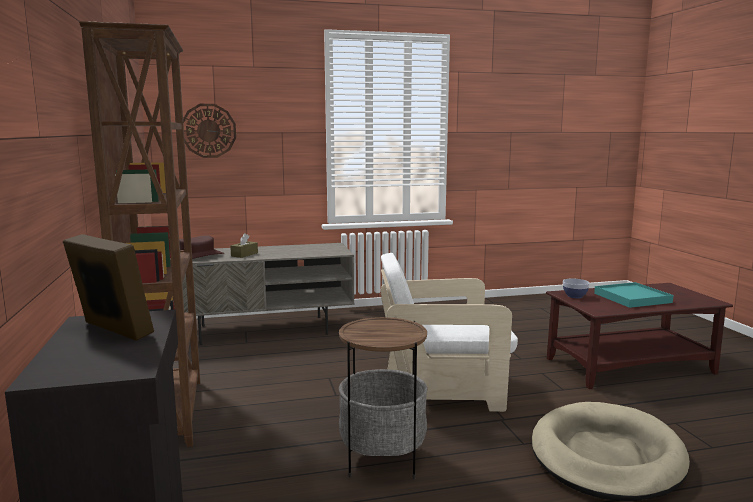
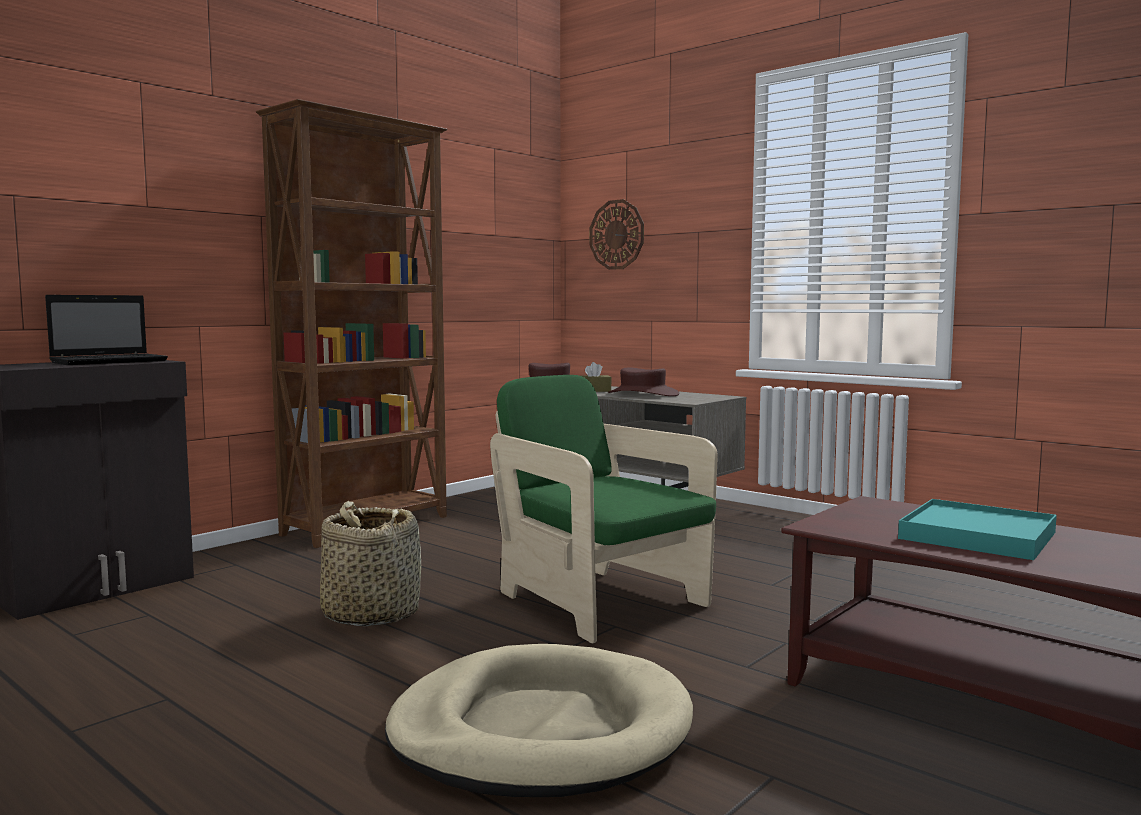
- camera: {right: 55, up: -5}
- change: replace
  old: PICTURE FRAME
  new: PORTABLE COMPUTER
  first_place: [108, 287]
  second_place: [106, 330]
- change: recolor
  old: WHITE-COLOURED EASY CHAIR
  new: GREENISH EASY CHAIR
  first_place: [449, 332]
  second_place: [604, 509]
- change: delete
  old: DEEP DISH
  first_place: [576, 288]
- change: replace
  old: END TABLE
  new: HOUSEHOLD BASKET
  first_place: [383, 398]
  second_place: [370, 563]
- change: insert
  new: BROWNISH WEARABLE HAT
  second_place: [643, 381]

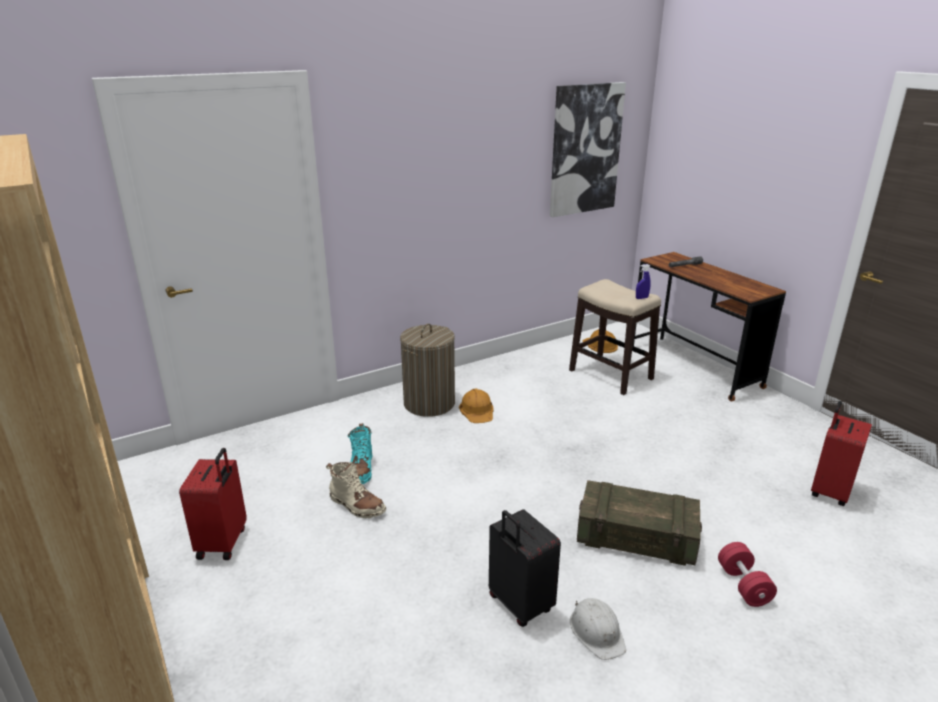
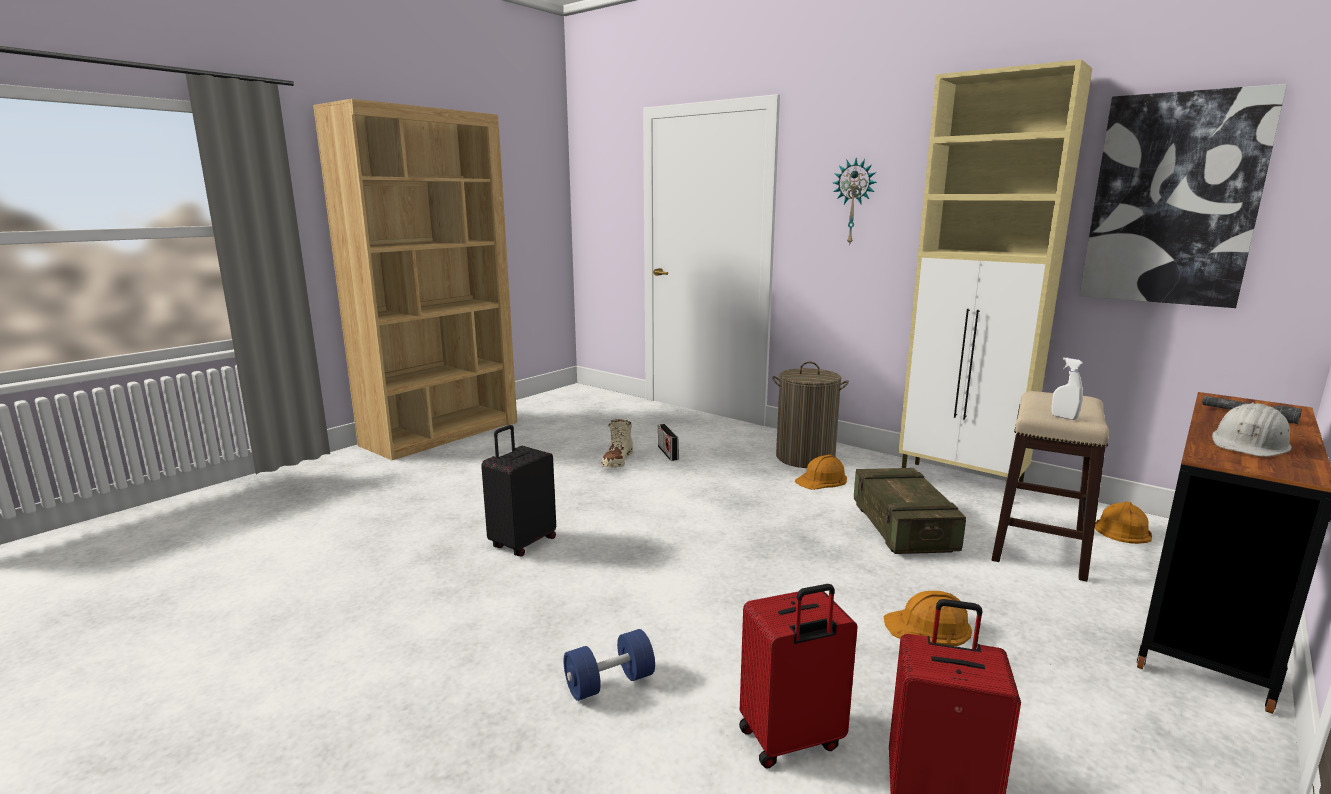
- camera: {right: 70, up: -10}
- change: recolor
  old: BLUE SPRAY BOTTLE
  new: WHITE-COLOURED SPRAY BOTTLE
  first_place: [643, 281]
  second_place: [1067, 388]
- change: replace
  old: BLUE-GREEN HIGH-TOP BOOT
  new: RADIO RECEIVER
  first_place: [360, 453]
  second_place: [668, 442]
- change: move
  old: RED SUITCASE
  first_place: [213, 504]
  second_place: [798, 676]
- change: move
  old: CRATE
  first_place: [639, 523]
  second_place: [910, 511]
- change: recolor
  old: RED HAND WEIGHT
  new: BLUE HAND WEIGHT
  first_place: [747, 574]
  second_place: [609, 665]
- change: move
  old: WHITE-COLOURED SAFETY HELMET
  first_place: [598, 629]
  second_place: [1252, 429]
- change: insert
  new: BEIGE-COLOURED CABINET
  second_place: [995, 270]
- change: insert
  new: WALL CLOCK
  second_place: [855, 202]
- change: insert
  new: ORANGE-COLOURED SAFETY HELMET
  second_place: [927, 618]

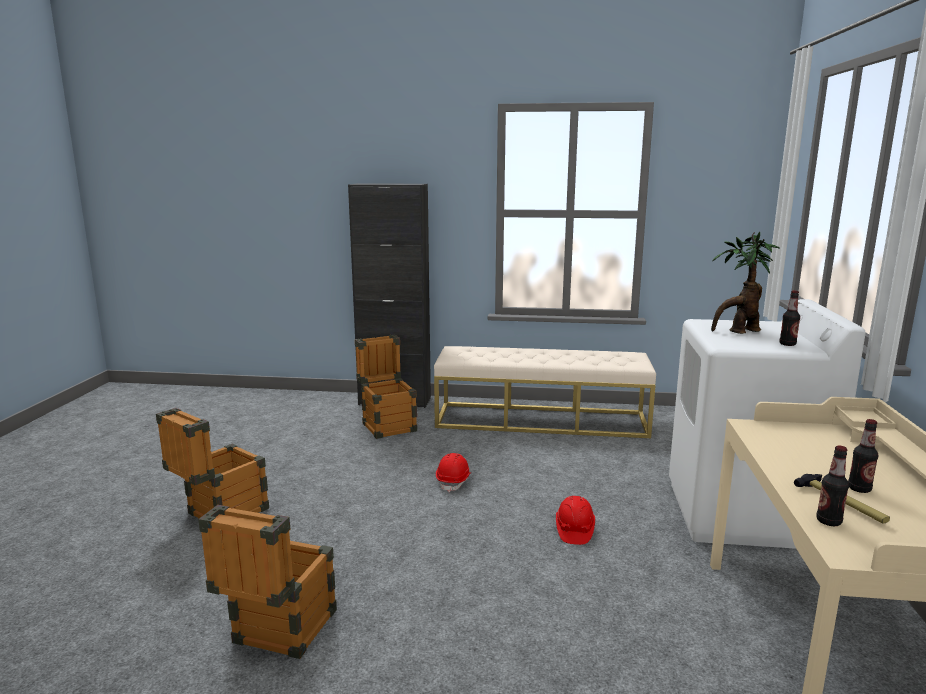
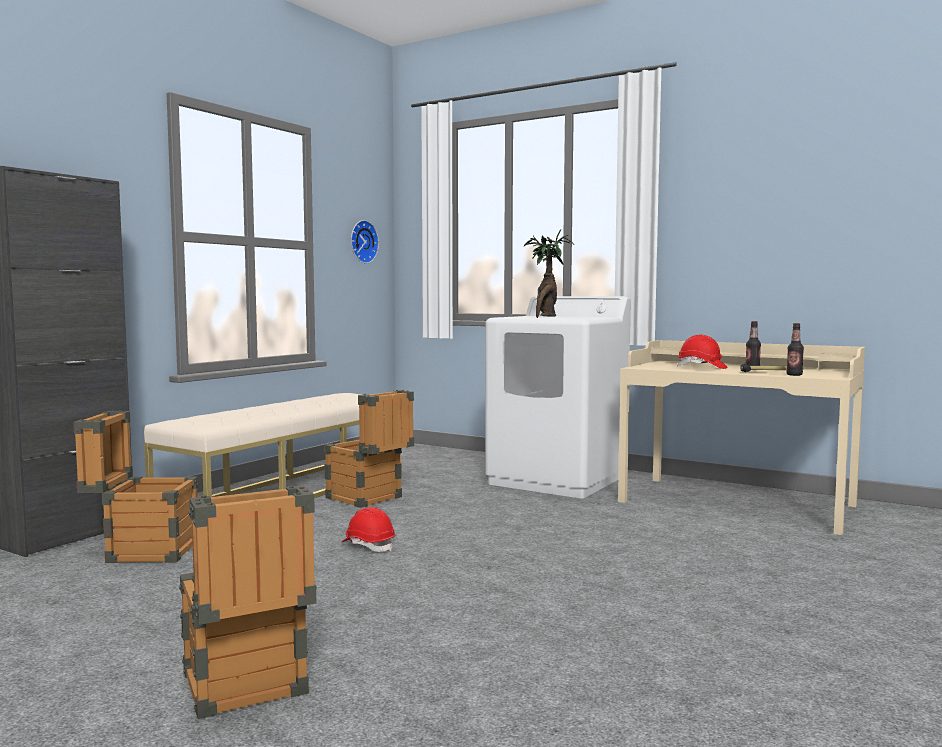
- camera: {right: -65, up: -10}
- change: delete
  old: DRINK BOTTLE
  first_place: [790, 318]
- change: move
  old: RED SAFETY HELMET
  first_place: [575, 520]
  second_place: [703, 352]
- change: move
  old: CRATE
  first_place: [267, 582]
  second_place: [369, 449]
- change: insert
  new: WALL CLOCK
  second_place: [365, 241]

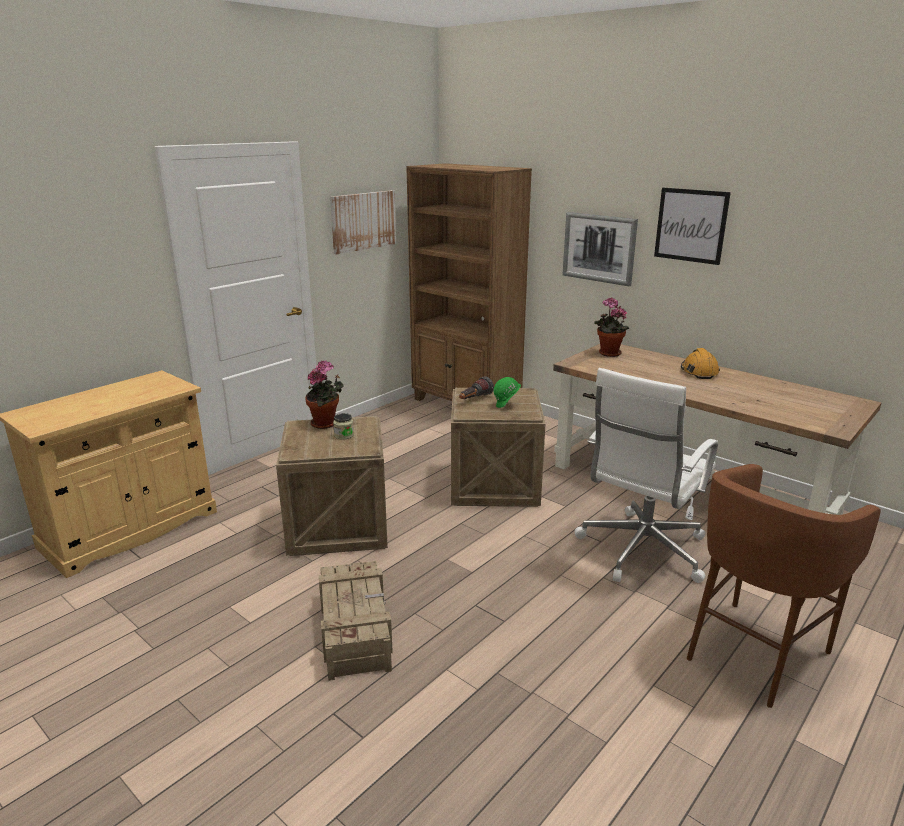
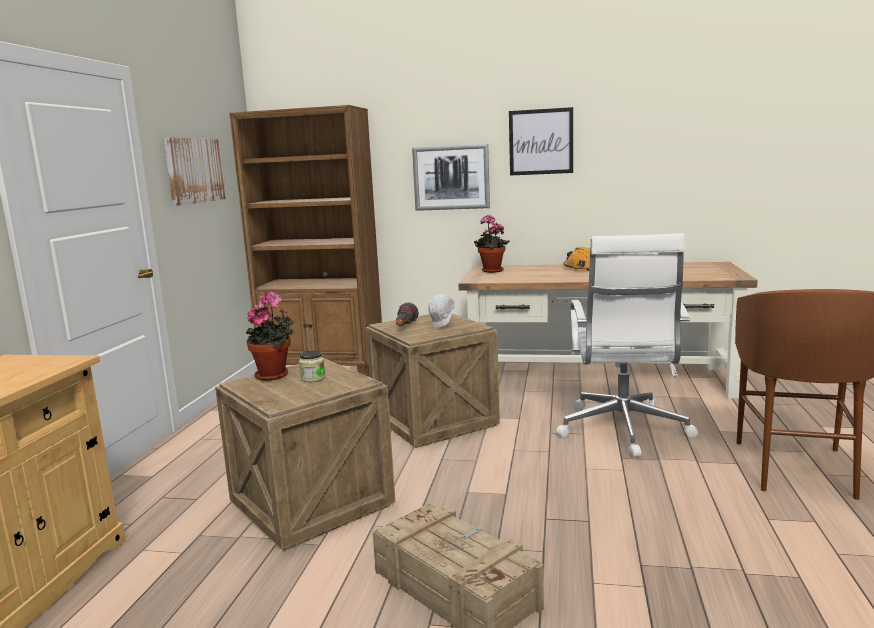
- camera: {right: -30, up: -10}
- change: recolor
  old: GREENISH SAFETY HELMET
  new: WHITE-COLOURED SAFETY HELMET
  first_place: [507, 392]
  second_place: [442, 311]

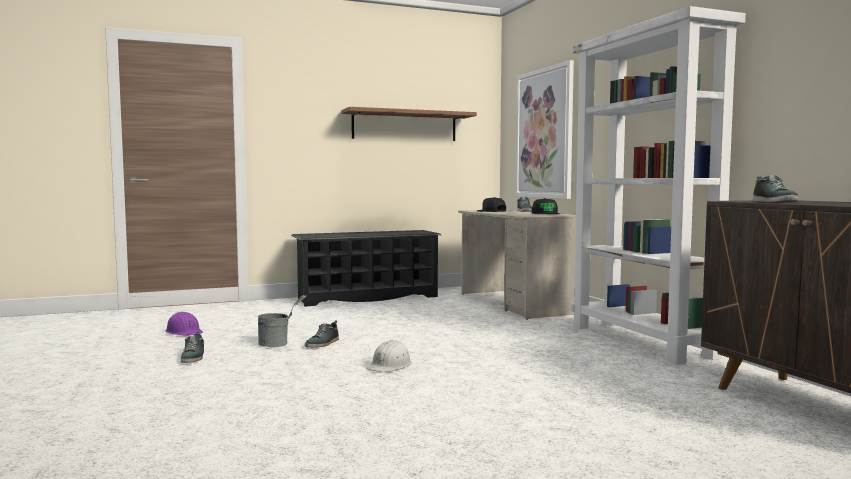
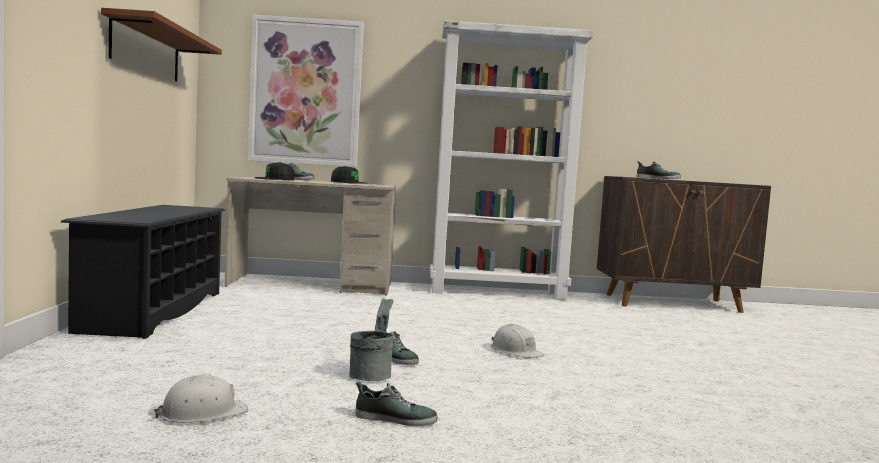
- camera: {right: -70, up: 0}
- change: recolor
  old: PURPLE-COLOURED SAFETY HELMET
  new: WHITE-COLOURED SAFETY HELMET
  first_place: [184, 324]
  second_place: [201, 399]

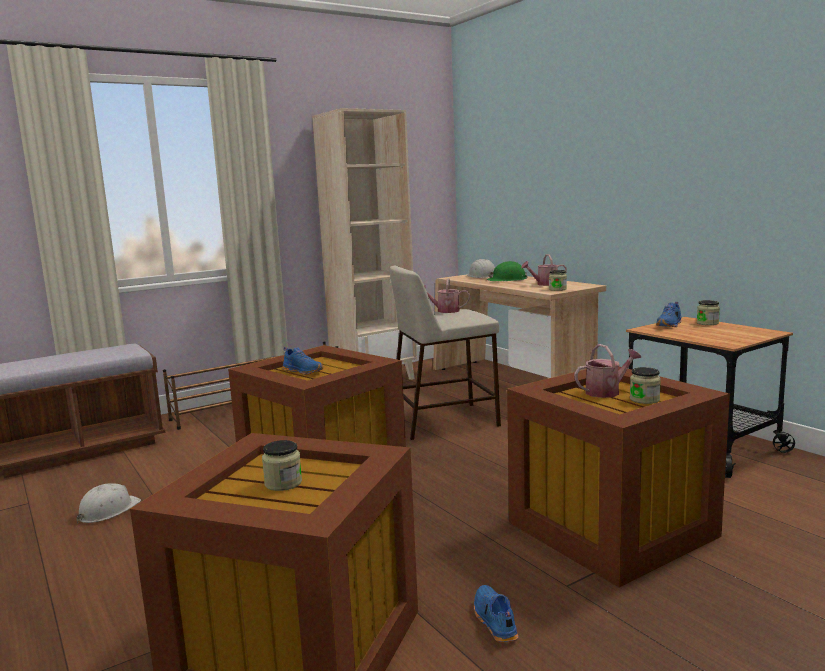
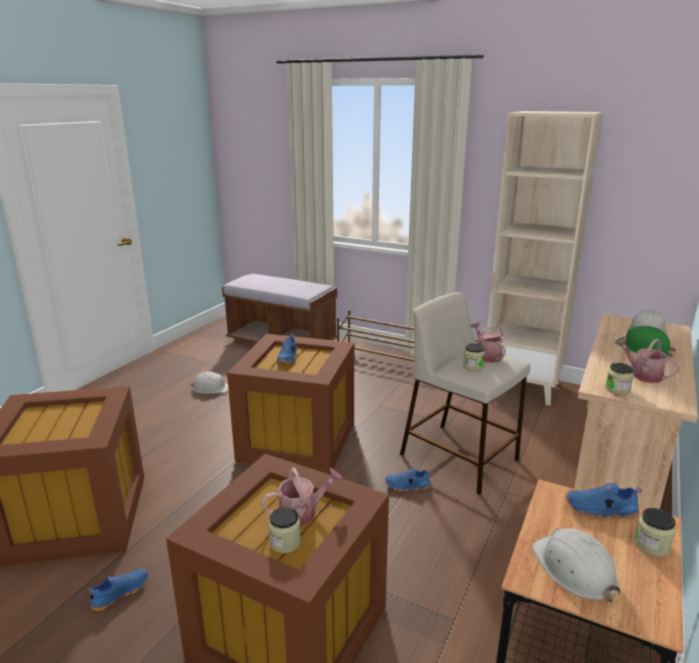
- camera: {right: 60, up: 10}
- change: rotate
  old: WATERING POT
  first_place: [608, 371]
  second_place: [301, 496]
  degrees: -60
- change: move
  old: JAR
  first_place: [282, 465]
  second_place: [474, 357]
- change: insert
  new: BLUE ITEM OF FOOTWEAR
  second_place: [408, 479]
- change: insert
  new: WHITE-COLOURED SAFETY HELMET
  second_place: [576, 565]

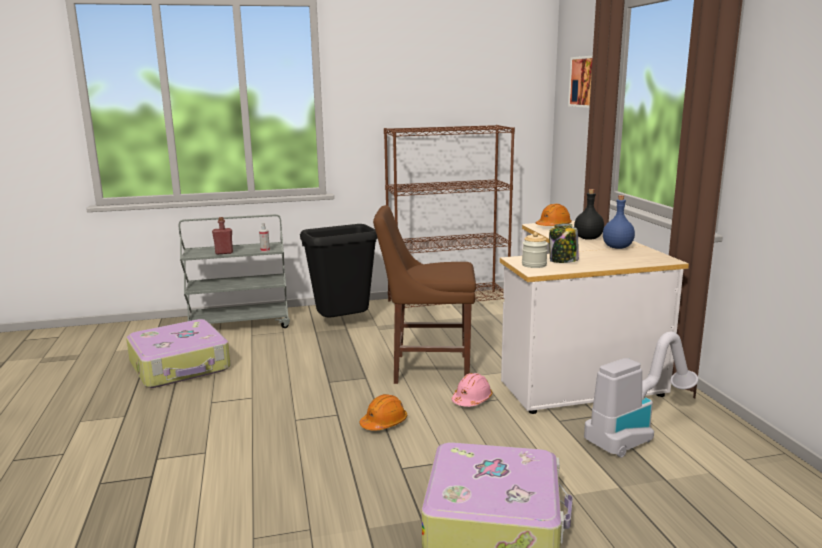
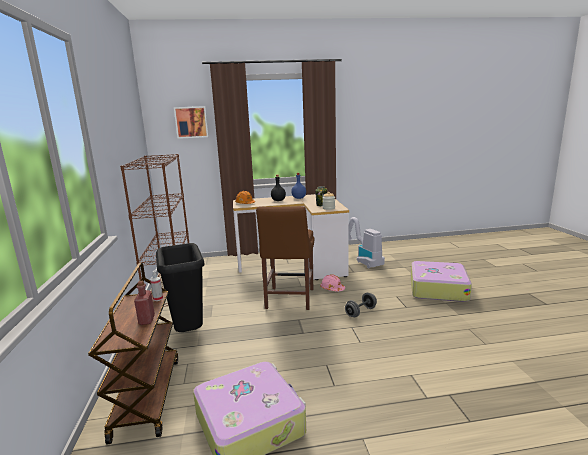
- camera: {right: -85, up: 0}
- change: recolor
  old: GRAY WHEELED CART
  new: BROWNISH WHEELED CART
  first_place: [234, 271]
  second_place: [133, 353]
- change: replace
  old: ORANGE-COLOURED SAFETY HELMET
  new: GRAY HAND WEIGHT
  first_place: [383, 412]
  second_place: [361, 305]

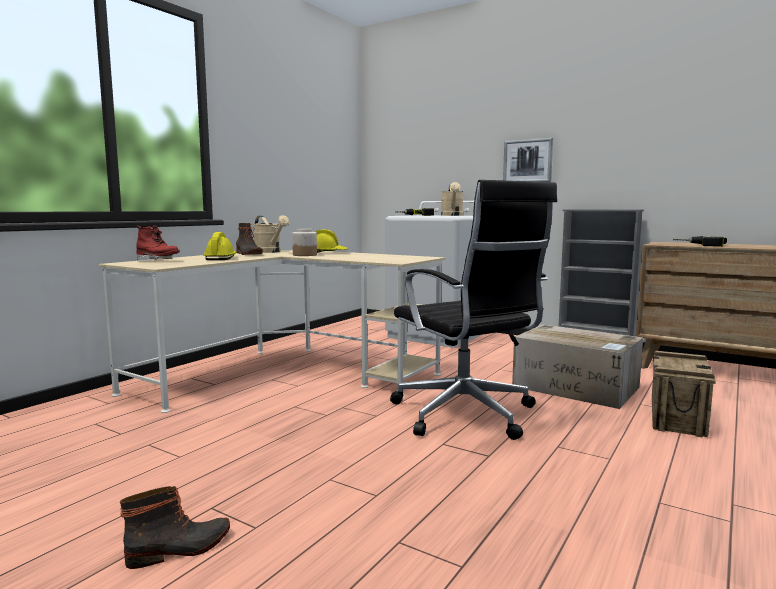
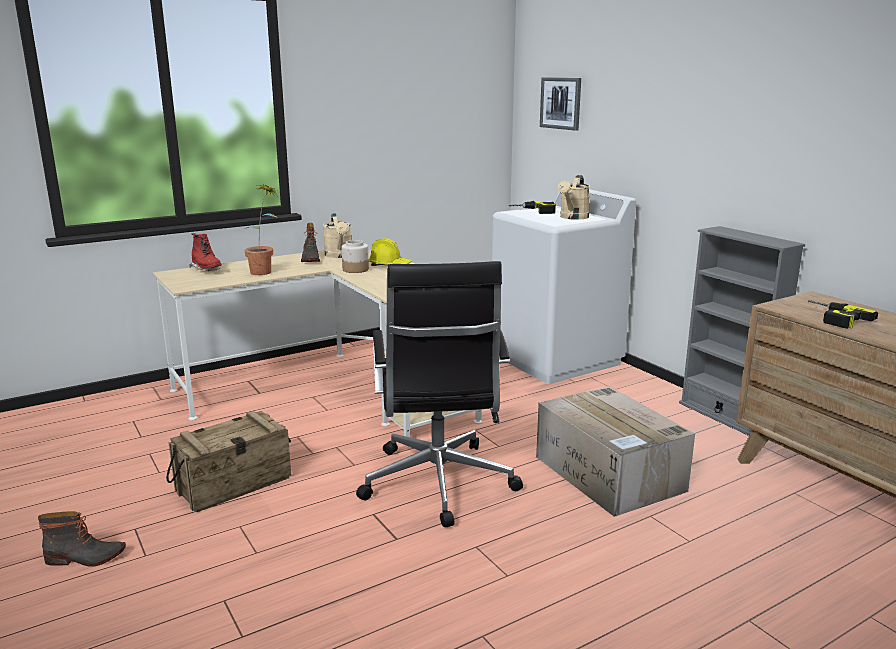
- camera: {right: 25, up: 10}
- change: move
  old: WALL ART
  first_place: [528, 160]
  second_place: [560, 104]
- change: replace
  old: YELLOW SAFETY HELMET
  new: HOUSEPLANT
  first_place: [220, 246]
  second_place: [261, 229]
- change: move
  old: CRATE
  first_place: [684, 394]
  second_place: [228, 461]

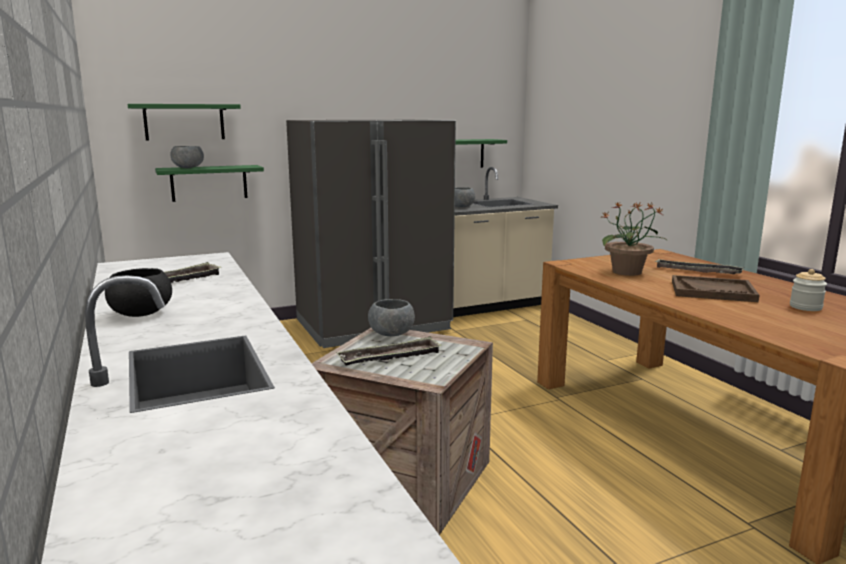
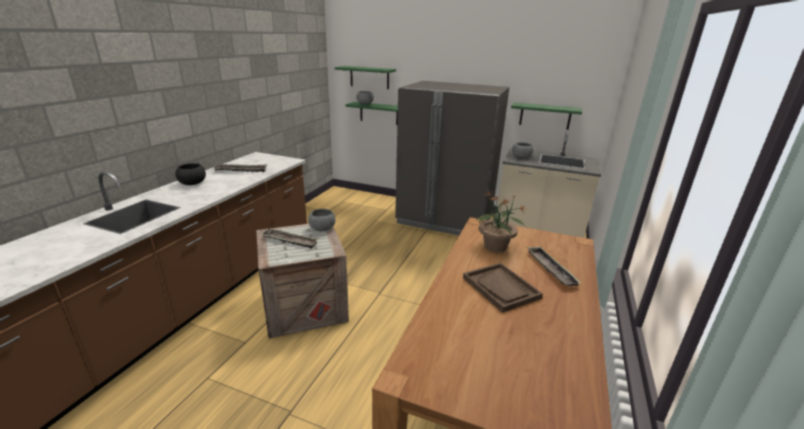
- camera: {right: 45, up: 10}
- change: delete
  old: JAR
  first_place: [808, 290]

